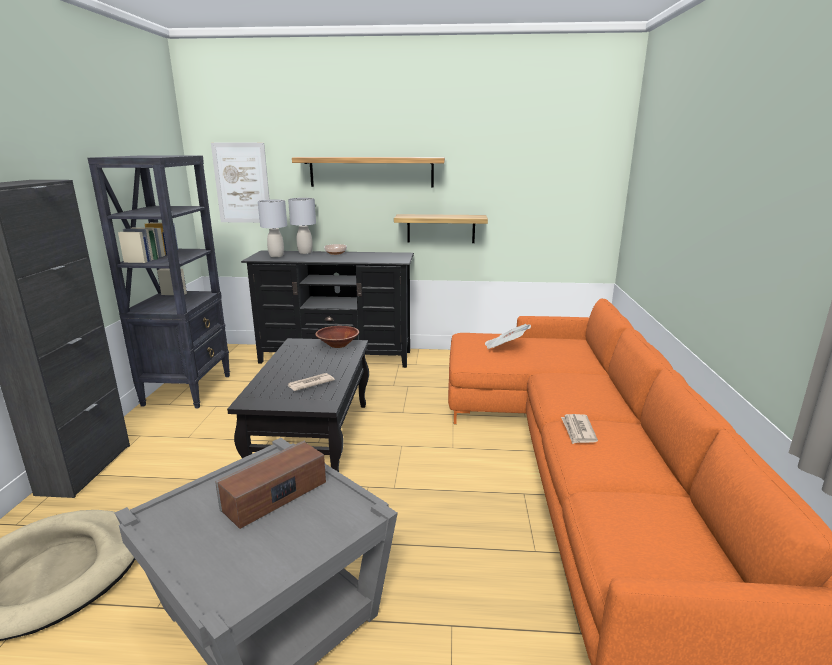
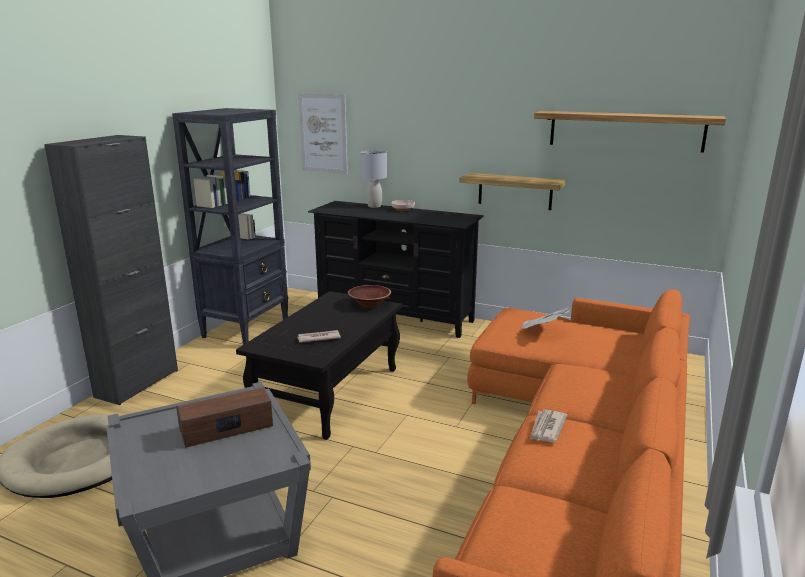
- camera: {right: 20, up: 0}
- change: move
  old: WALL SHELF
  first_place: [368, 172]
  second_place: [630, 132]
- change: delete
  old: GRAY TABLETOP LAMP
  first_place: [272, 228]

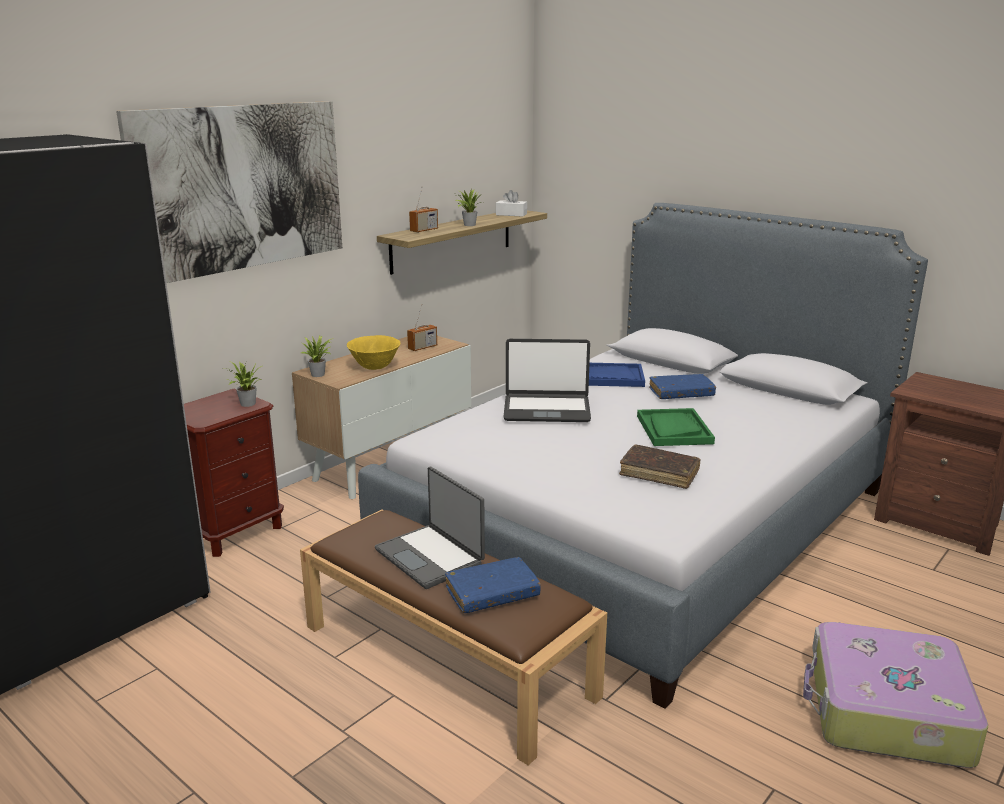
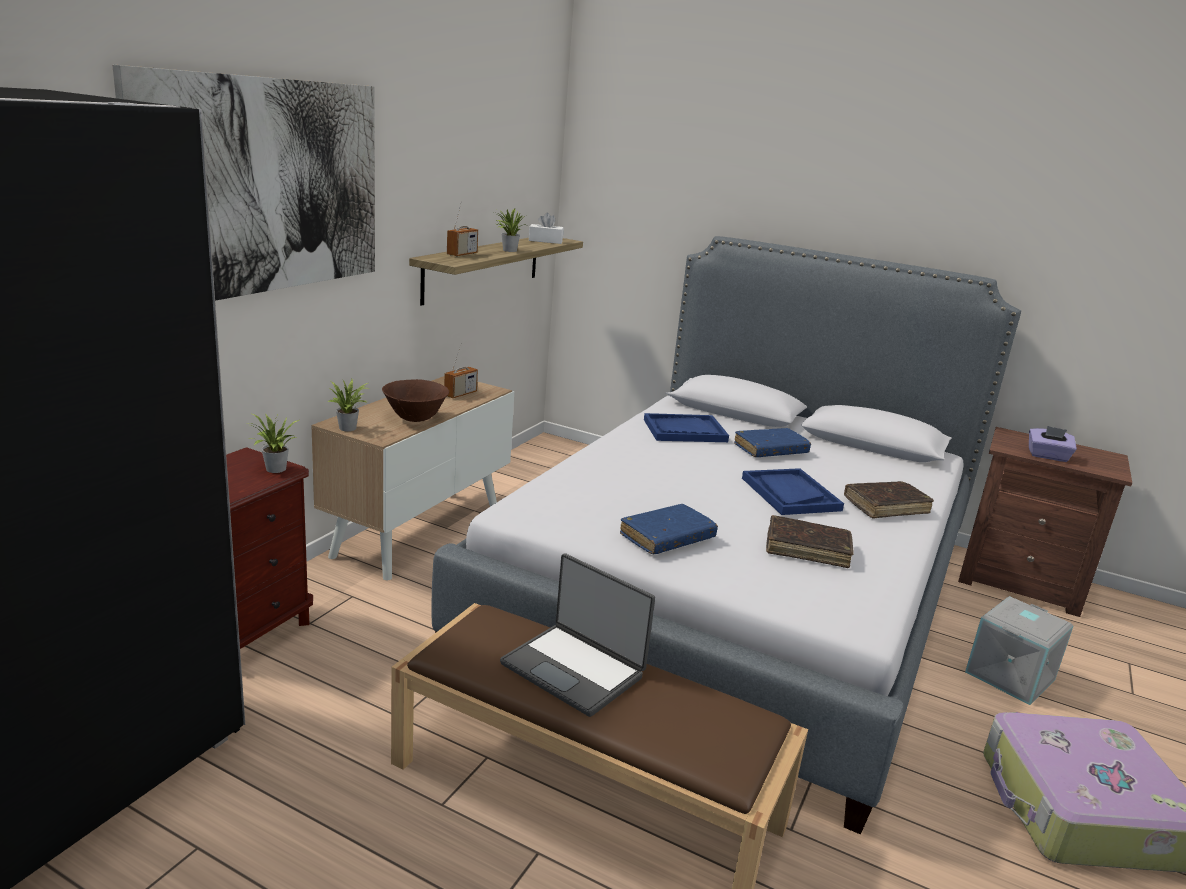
- camera: {right: -15, up: 0}
- change: recolor
  old: YELLOW DEEP DISH
  new: BROWNISH DEEP DISH
  first_place: [374, 352]
  second_place: [415, 400]
- change: delete
  old: PORTABLE COMPUTER
  first_place: [547, 380]
- change: recolor
  old: GREENISH SERVING TRAY
  new: BLUE SERVING TRAY
  first_place: [676, 427]
  second_place: [793, 491]
- change: move
  old: BLUE BOUND BOOK
  first_place: [493, 585]
  second_place: [669, 529]
- change: insert
  new: PURPLE-COLOURED TISSUE BOX
  second_place: [1053, 444]
- change: insert
  new: BROWNISH BOUND BOOK
  second_place: [889, 500]
- change: insert
  new: GRAY STORAGE BIN
  second_place: [1019, 650]

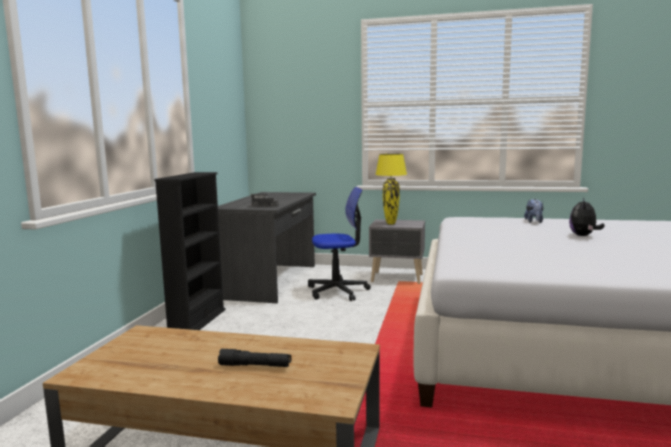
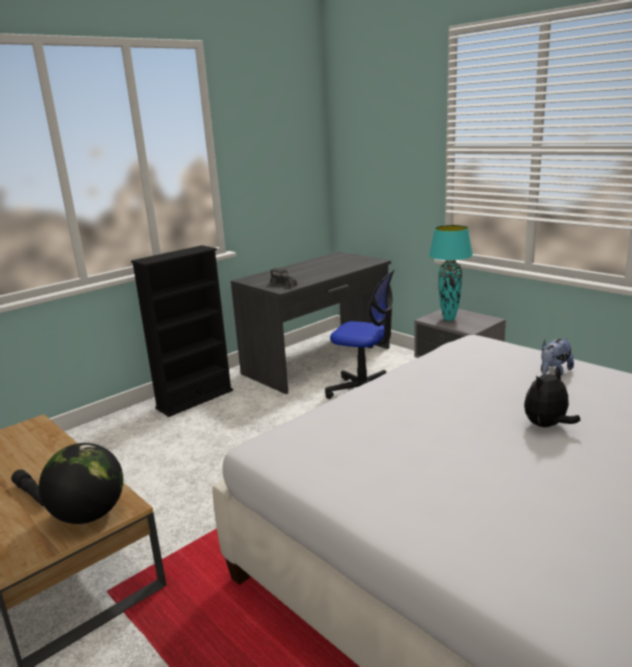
- camera: {right: 35, up: 10}
- change: recolor
  old: YELLOW TABLETOP LAMP
  new: BLUE-GREEN TABLETOP LAMP
  first_place: [391, 189]
  second_place: [451, 273]
- change: insert
  new: GLOBE
  second_place: [81, 483]

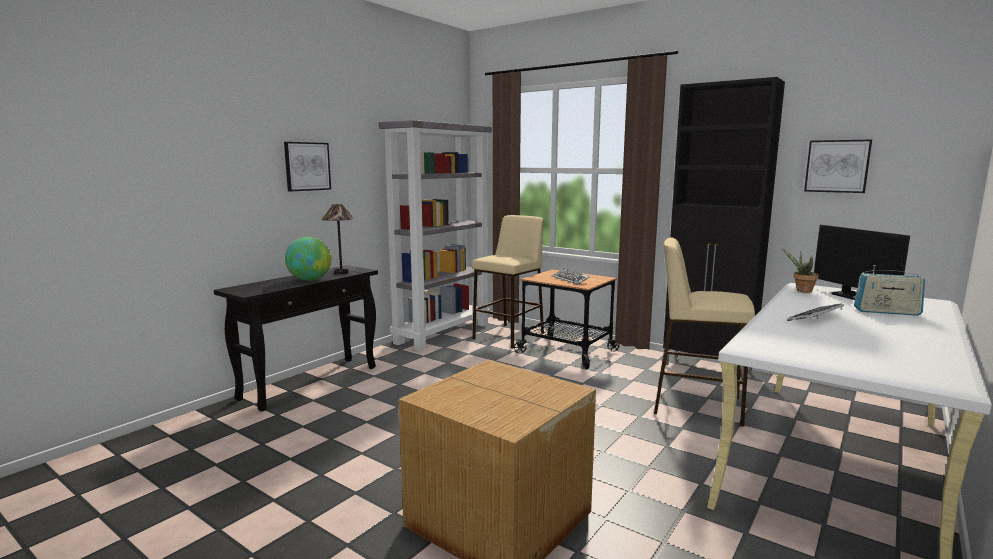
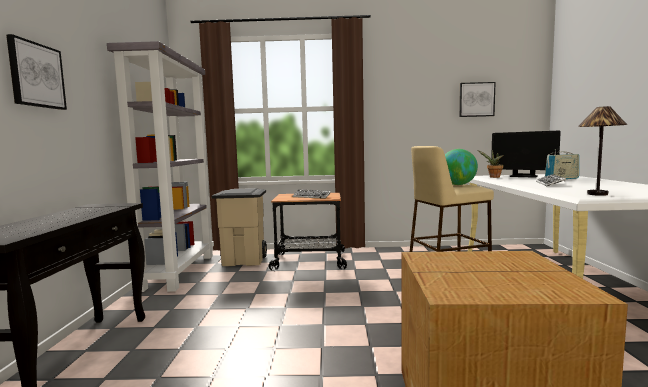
- camera: {right: -35, up: -5}
- change: delete
  old: BLACK-COLOURED CABINET
  first_place: [724, 224]
- change: move
  old: TABLETOP LAMP
  first_place: [338, 239]
  second_place: [602, 151]
- change: replace
  old: BEIGE-COLOURED SITTING STOOL
  new: BEIGE-COLOURED TRASH CAN
  first_place: [508, 282]
  second_place: [239, 227]
- change: move
  old: GLOBE
  first_place: [308, 259]
  second_place: [461, 167]

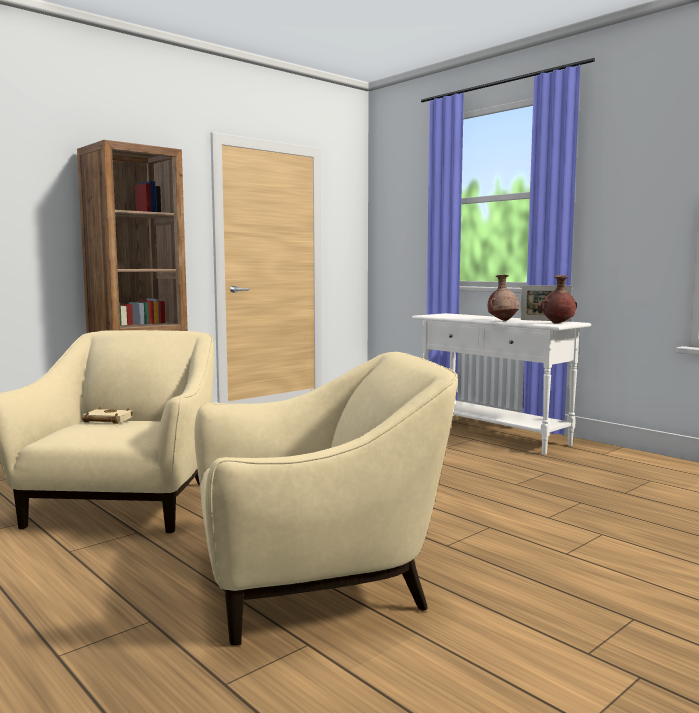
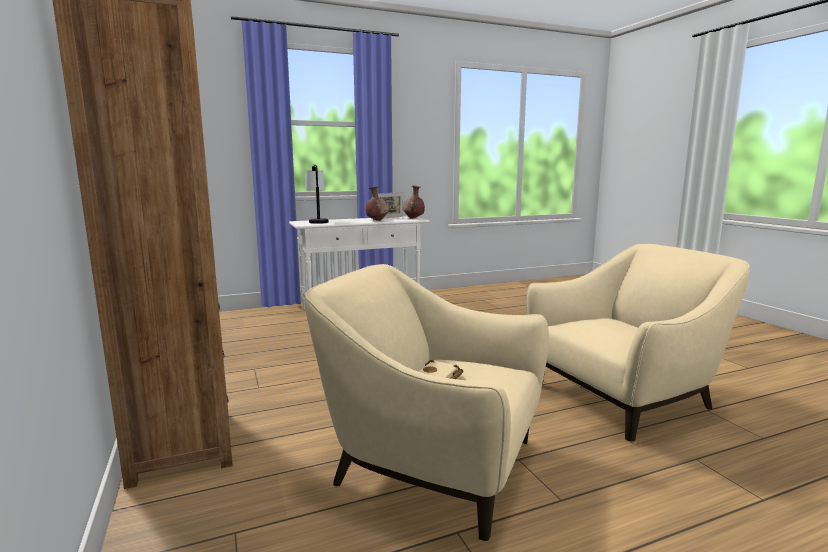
- camera: {right: -70, up: 5}
- change: rotate
  old: BEIGE-COLOURED EASY CHAIR
  first_place: [326, 499]
  second_place: [638, 343]
  degrees: 60
- change: insert
  new: TABLETOP LAMP
  second_place: [317, 194]

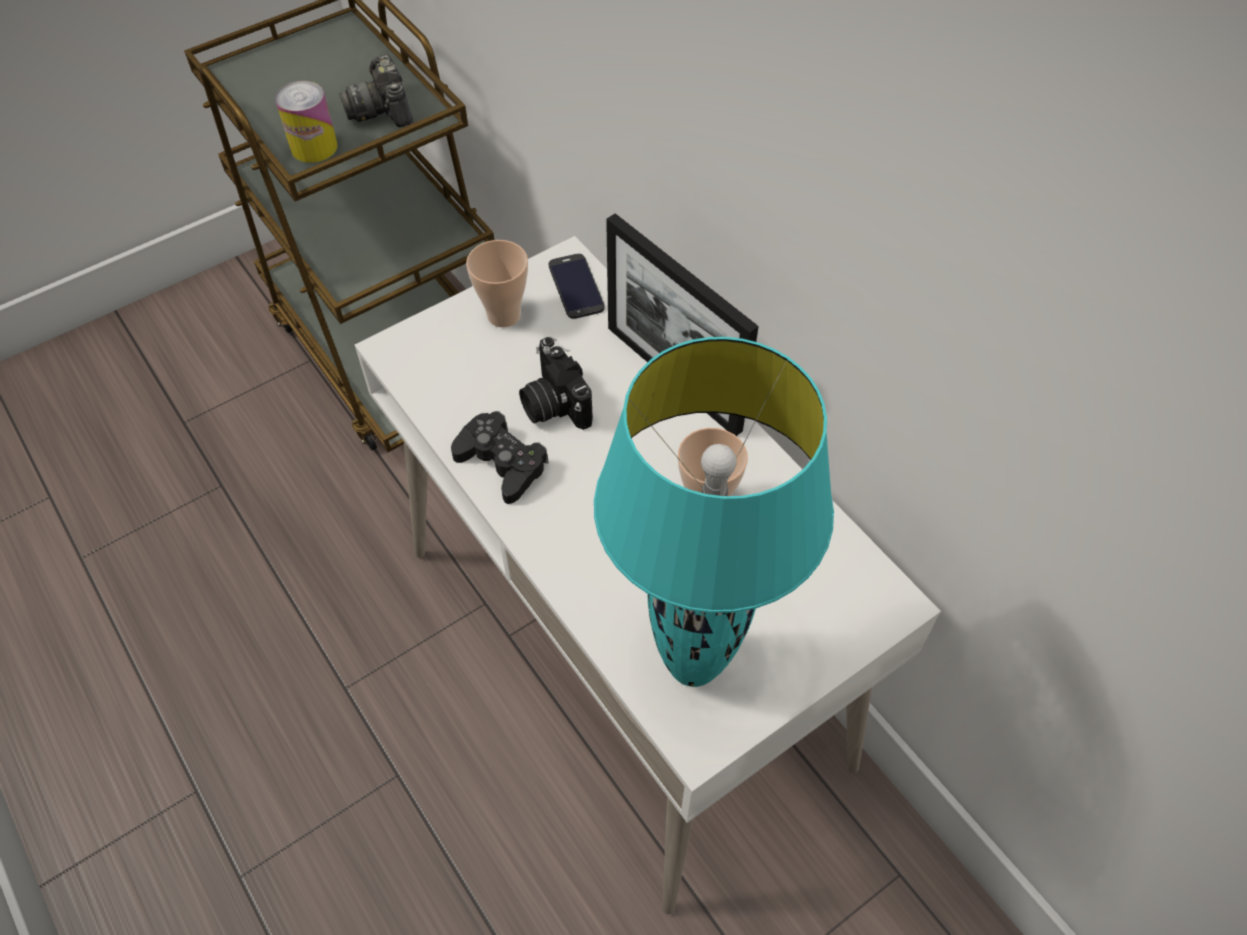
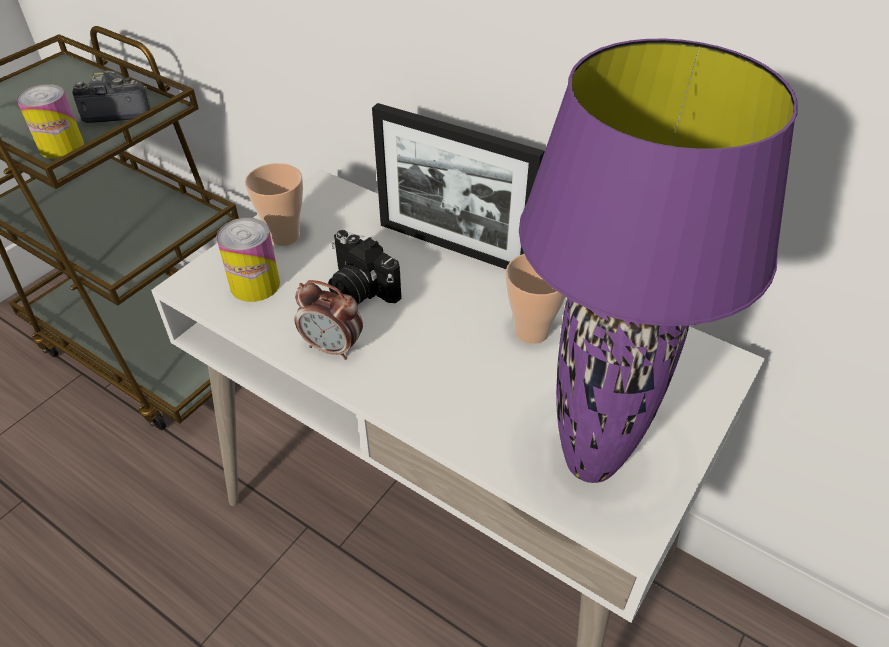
- camera: {right: -20, up: -10}
- change: rotate
  old: STILL CAMERA
  first_place: [376, 90]
  second_place: [111, 96]
  degrees: 120
- change: delete
  old: PHONE
  first_place: [576, 286]
- change: recolor
  old: BLUE-GREEN TABLETOP LAMP
  new: PURPLE-COLOURED TABLETOP LAMP
  first_place: [714, 512]
  second_place: [658, 261]
- change: replace
  old: BLACK-COLOURED GAME CONTROLLER
  new: TABLE CLOCK
  first_place: [500, 457]
  second_place: [328, 320]
- change: insert
  new: METAL CAN
  second_place: [248, 260]

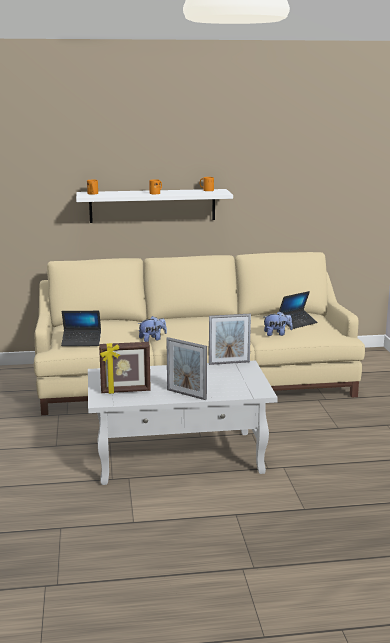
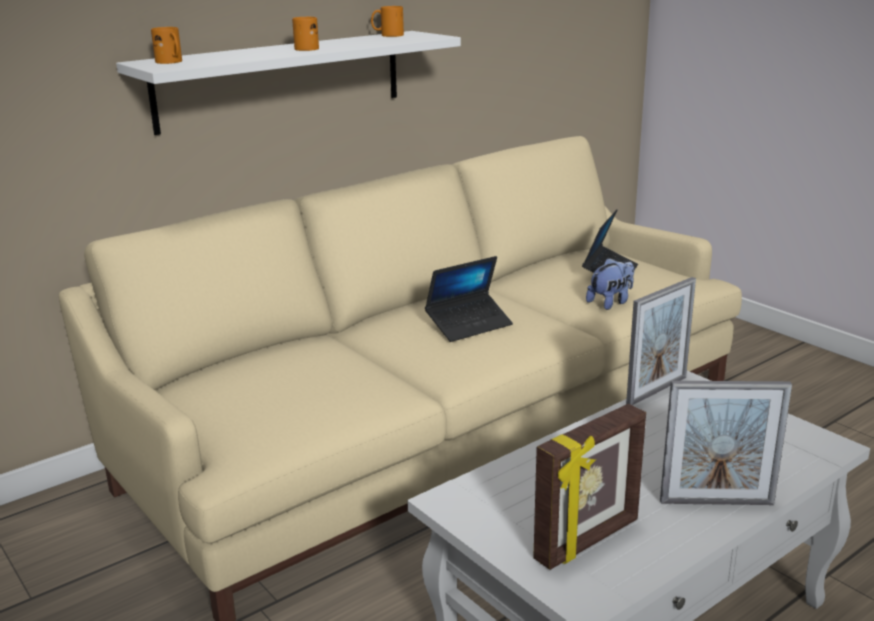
- camera: {right: -30, up: 5}
- change: move
  old: PORTABLE COMPUTER
  first_place: [81, 328]
  second_place: [469, 299]
- change: delete
  old: PLUSH TOY
  first_place: [152, 329]

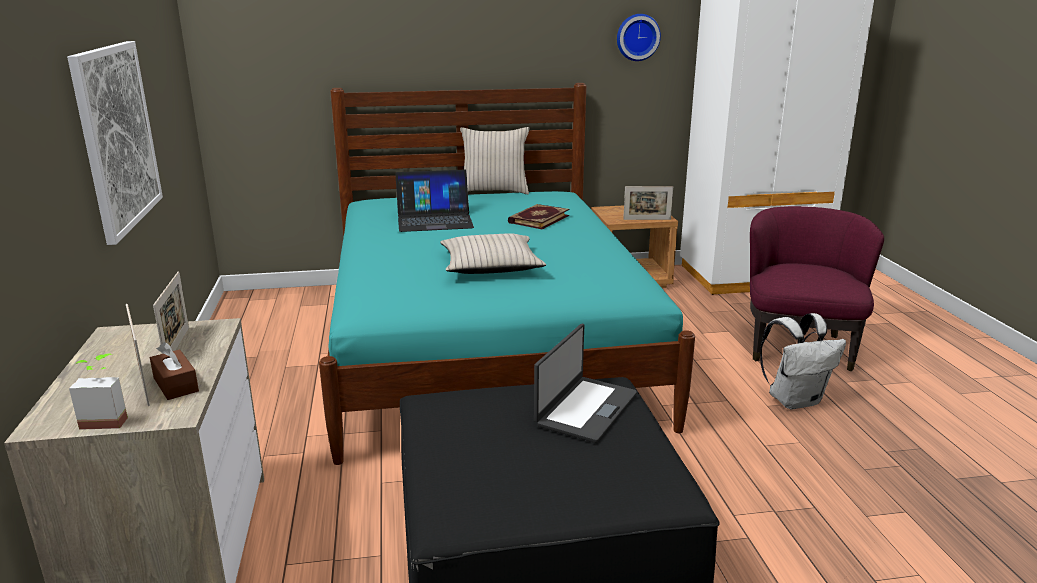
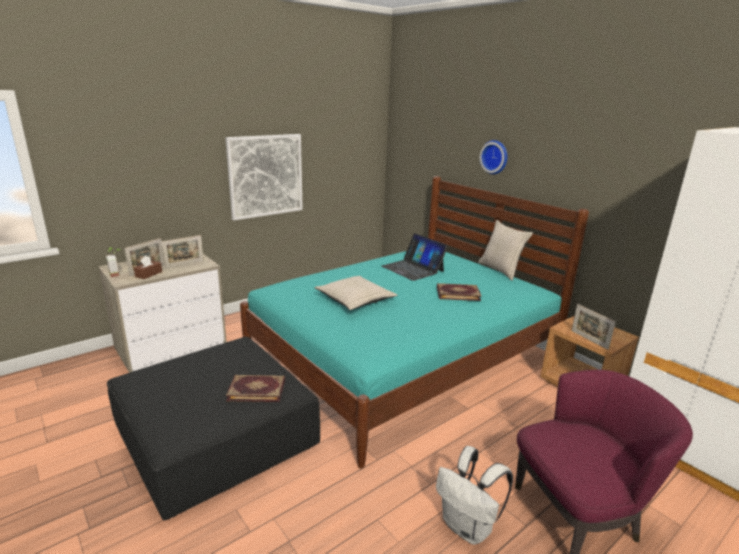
- camera: {right: 60, up: 0}
- change: move
  old: WALL CLOCK
  first_place: [639, 37]
  second_place: [493, 157]
- change: replace
  old: PORTABLE COMPUTER
  new: BOUND BOOK
  first_place: [585, 383]
  second_place: [255, 388]

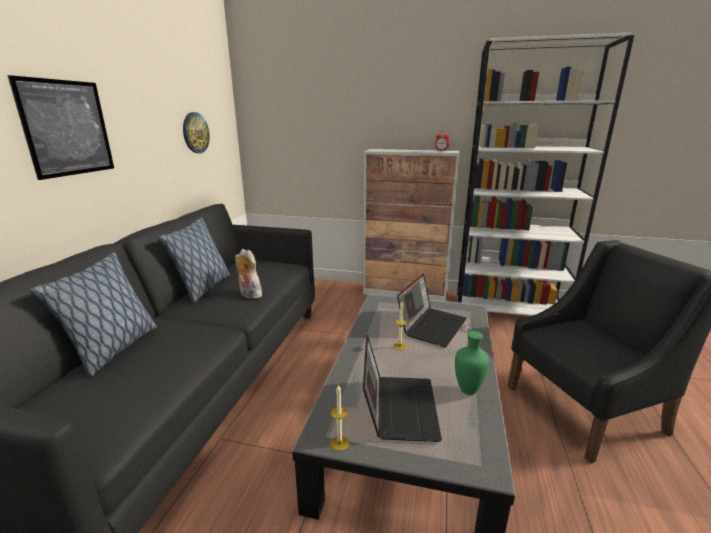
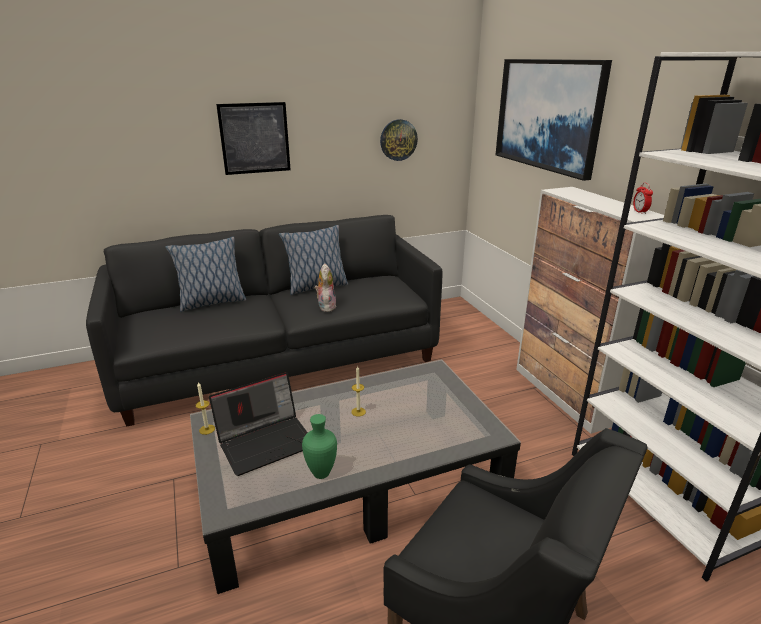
- camera: {right: 55, up: 5}
- change: delete
  old: PORTABLE COMPUTER
  first_place: [432, 310]
- change: insert
  new: WALL ART
  second_place: [554, 120]

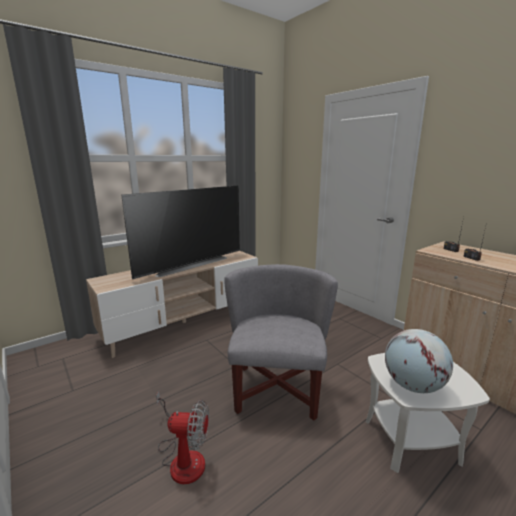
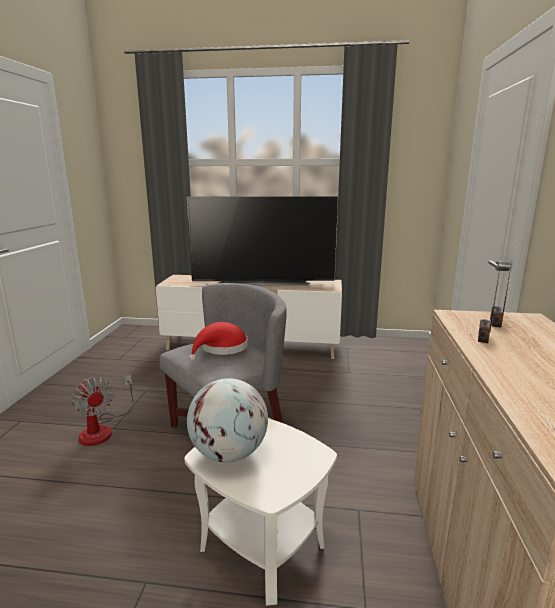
- camera: {right: 45, up: 0}
- change: insert
  new: RED WEARABLE HAT
  second_place: [218, 341]

